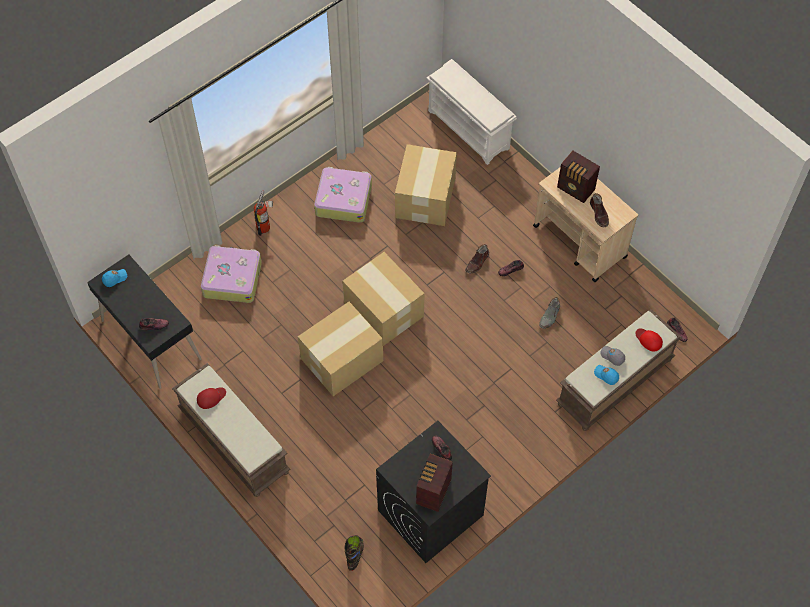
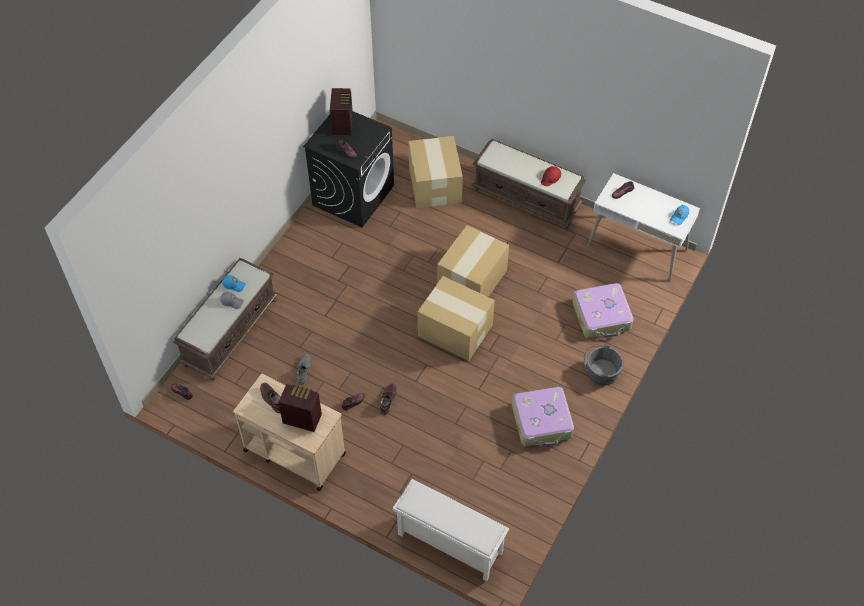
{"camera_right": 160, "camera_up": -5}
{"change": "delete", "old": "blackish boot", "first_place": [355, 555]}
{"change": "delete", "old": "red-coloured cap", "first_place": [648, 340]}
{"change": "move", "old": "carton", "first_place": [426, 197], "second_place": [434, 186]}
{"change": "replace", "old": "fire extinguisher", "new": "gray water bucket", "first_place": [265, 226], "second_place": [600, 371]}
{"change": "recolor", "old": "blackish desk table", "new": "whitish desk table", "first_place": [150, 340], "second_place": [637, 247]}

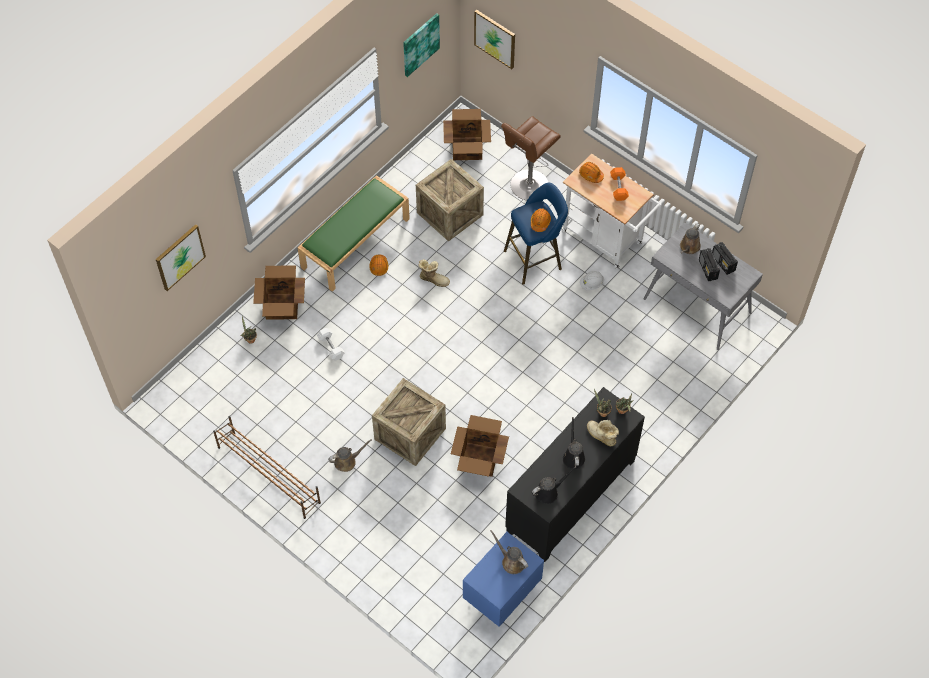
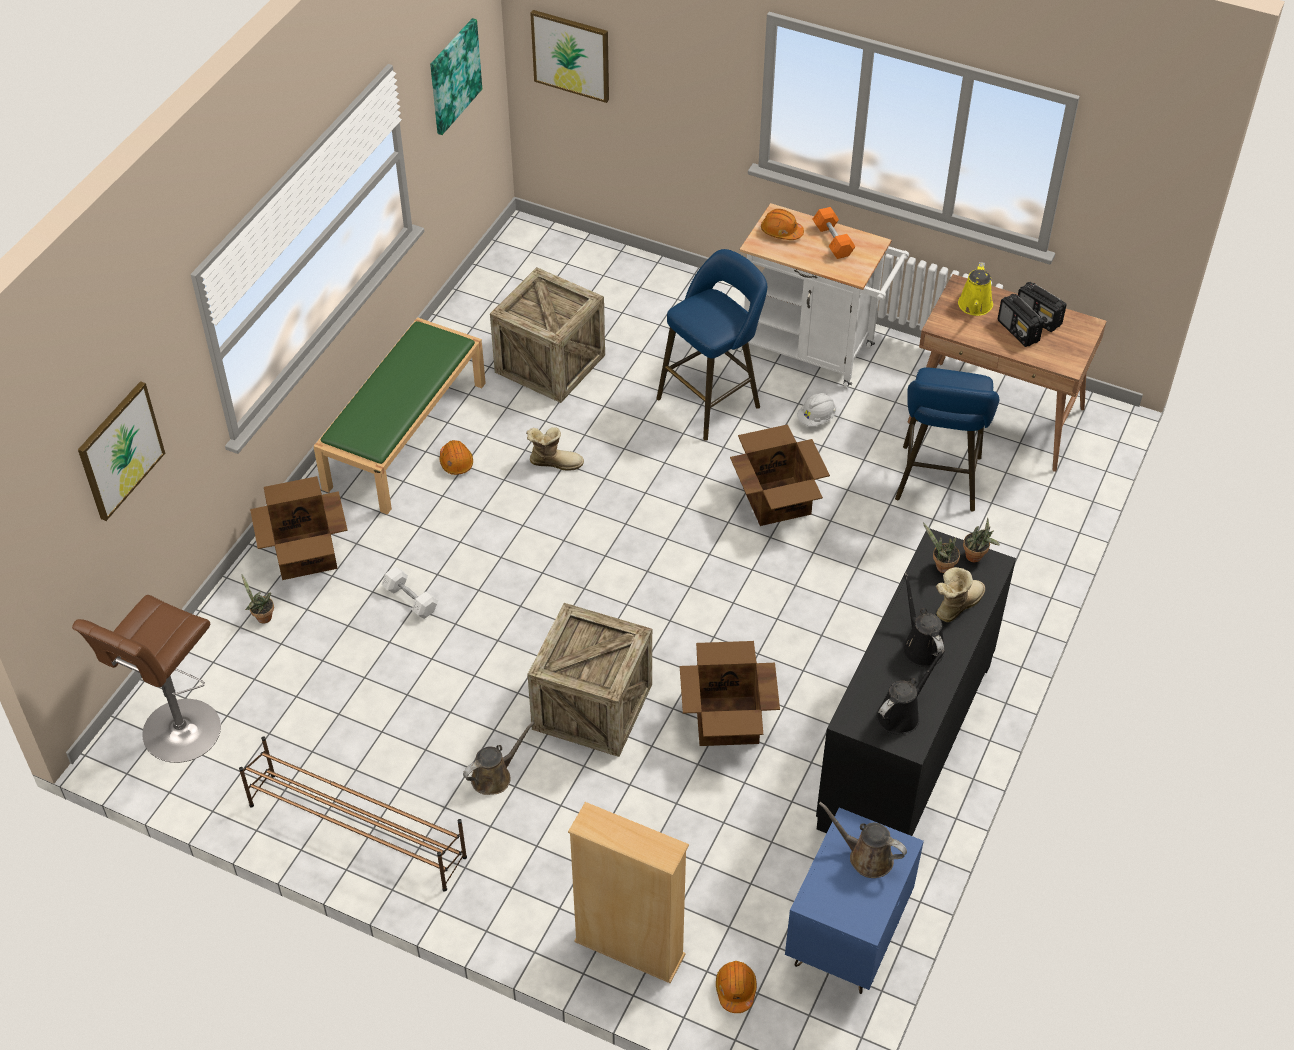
{"camera_right": -15, "camera_up": -10}
{"change": "insert", "new": "beige bookcase", "second_place": [629, 948]}
{"change": "insert", "new": "blue-coloured stool seat", "second_place": [937, 483]}
{"change": "move", "old": "carton", "first_place": [467, 148], "second_place": [777, 500]}
{"change": "move", "old": "brown-coloured stool seat", "first_place": [527, 187], "second_place": [178, 735]}
{"change": "move", "old": "orange-coloured safety helmet", "first_place": [540, 222], "second_place": [735, 989]}
{"change": "recolor", "old": "gray desk table", "new": "brown-coloured desk table", "first_place": [697, 306], "second_place": [997, 416]}
{"change": "recolor", "old": "brown-coloured watering pot", "new": "yellowish watering pot", "first_place": [689, 247], "second_place": [975, 306]}
{"change": "rotate", "old": "boot", "first_place": [601, 437], "second_place": [956, 605], "degrees": 105}

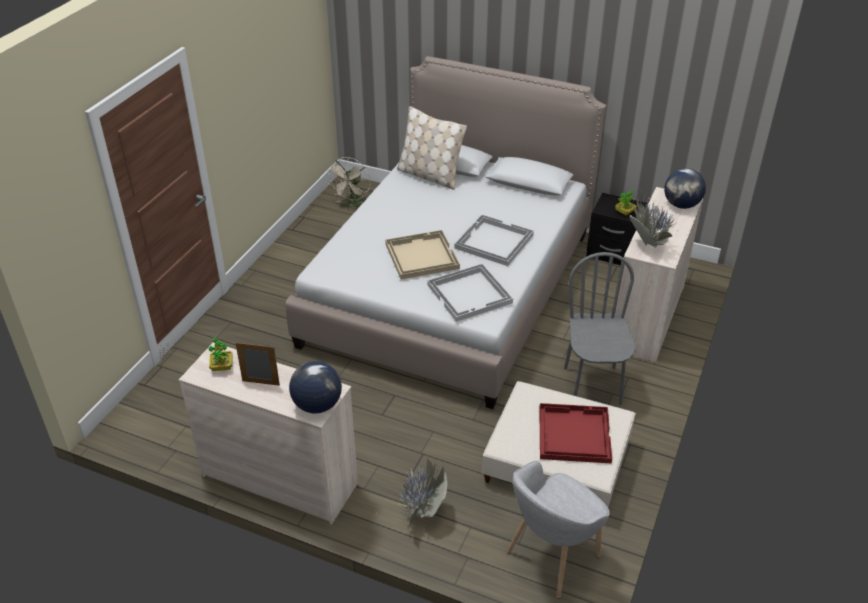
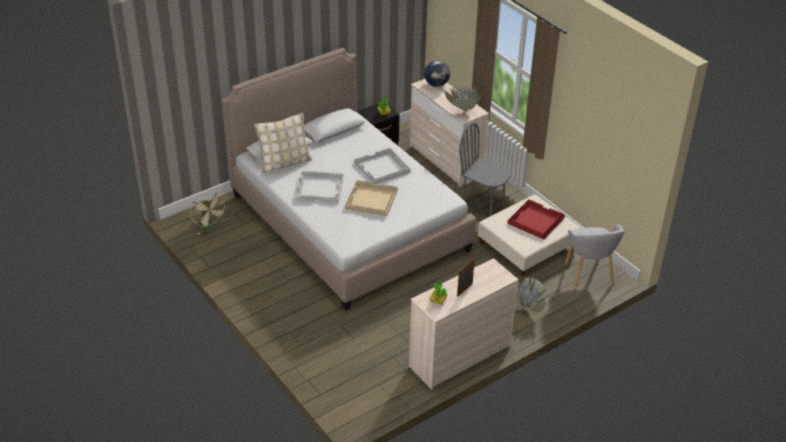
{"camera_right": -60, "camera_up": 0}
{"change": "delete", "old": "globe", "first_place": [317, 405]}
{"change": "move", "old": "whitish tray", "first_place": [470, 294], "second_place": [320, 188]}

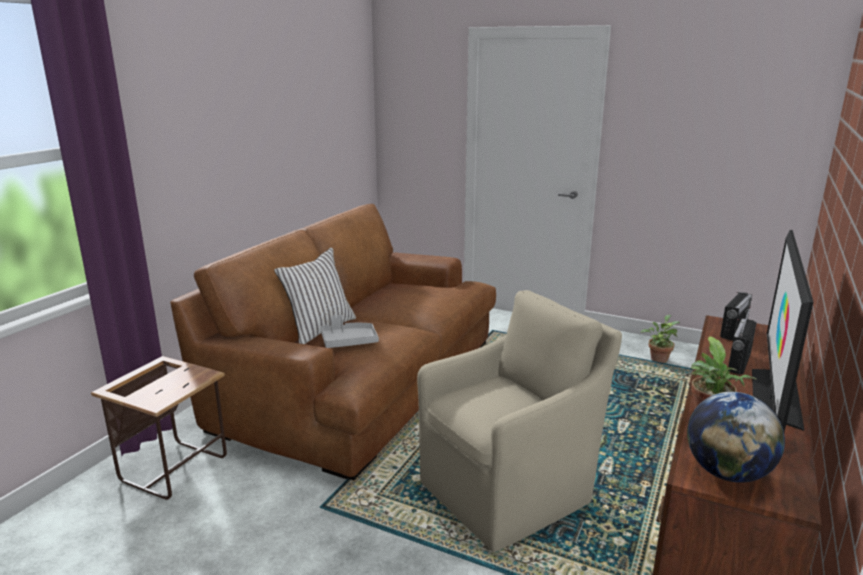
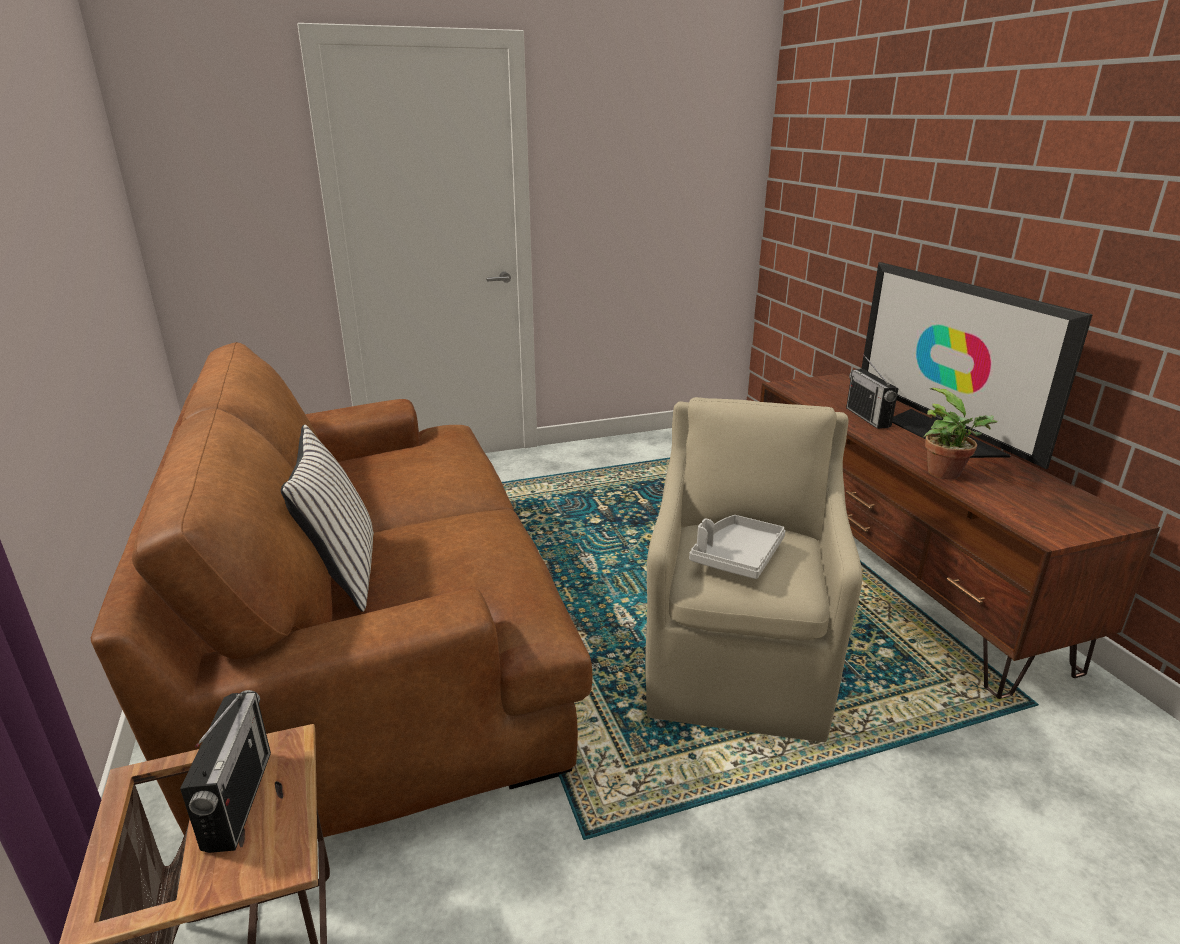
{"camera_right": -45, "camera_up": 5}
{"change": "delete", "old": "houseplant", "first_place": [658, 358]}
{"change": "delete", "old": "globe", "first_place": [727, 473]}
{"change": "move", "old": "gray tray", "first_place": [349, 341], "second_place": [736, 557]}
{"change": "move", "old": "radio set", "first_place": [733, 331], "second_place": [238, 799]}

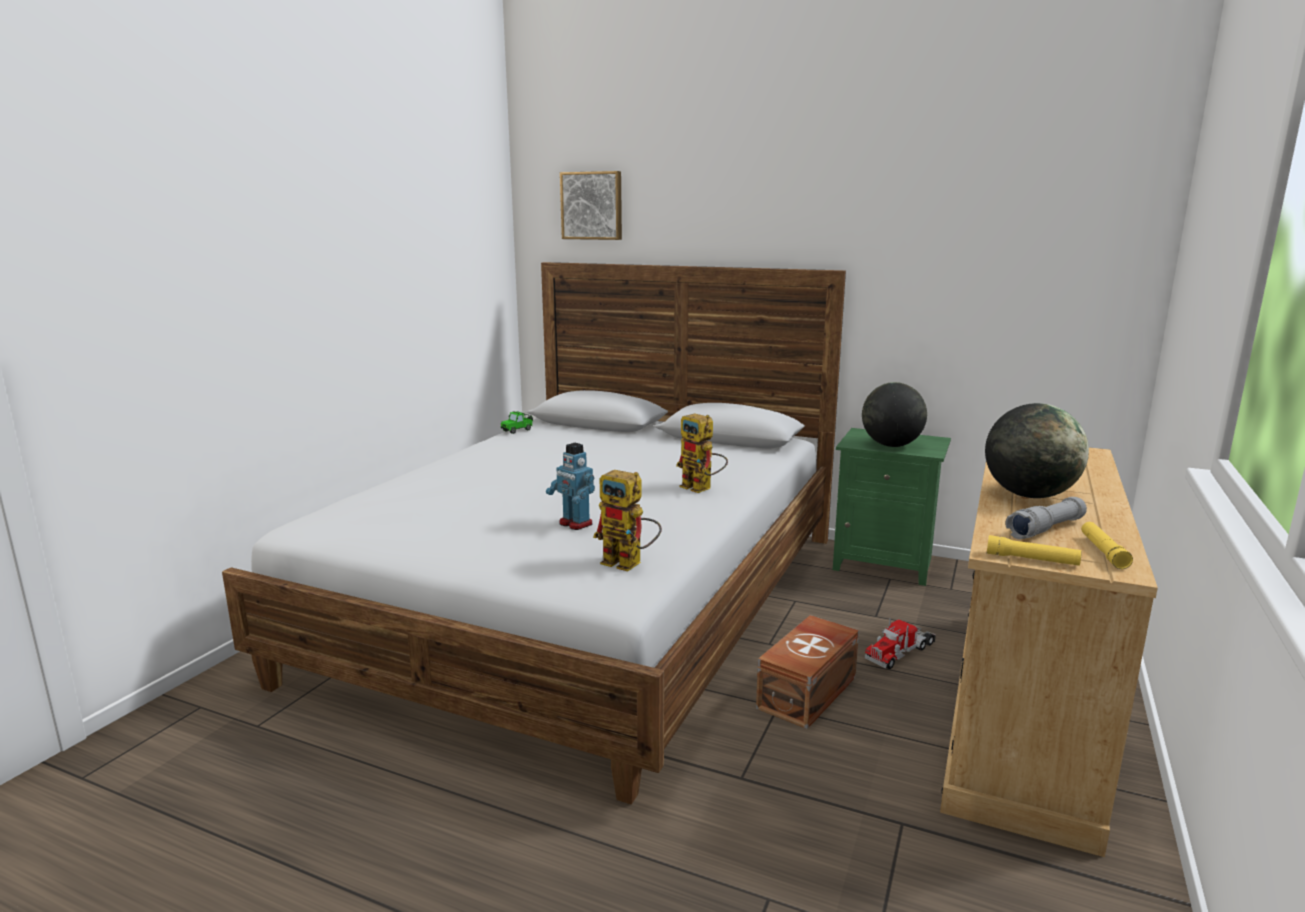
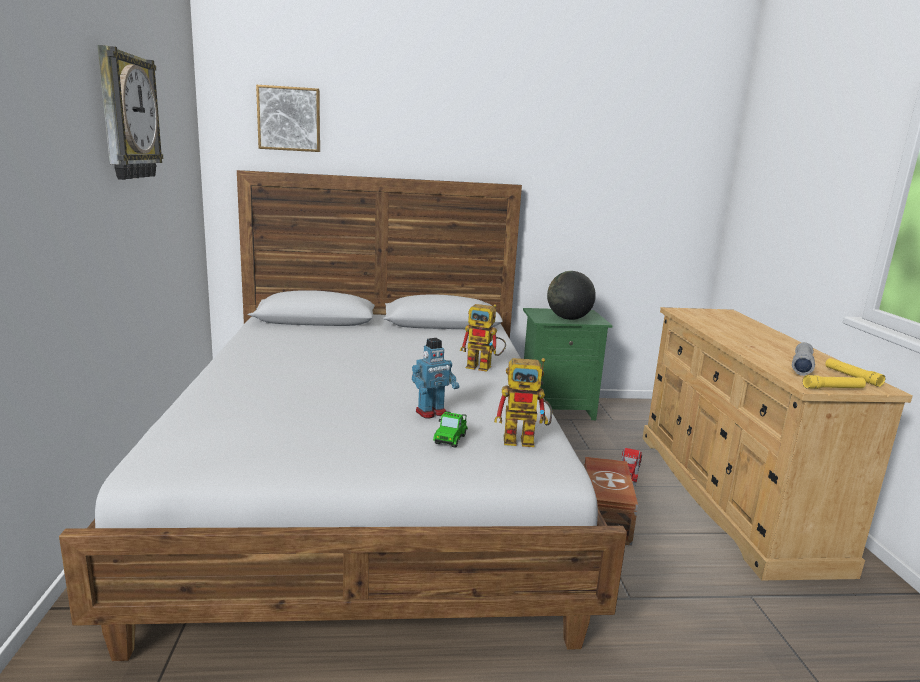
{"camera_right": -30, "camera_up": 0}
{"change": "delete", "old": "globe", "first_place": [1028, 495]}
{"change": "insert", "new": "clock on the wall", "second_place": [127, 117]}
{"change": "move", "old": "model car", "first_place": [518, 430], "second_place": [451, 439]}
{"change": "rotate", "old": "model robot", "first_place": [575, 524], "second_place": [431, 413], "degrees": -45}

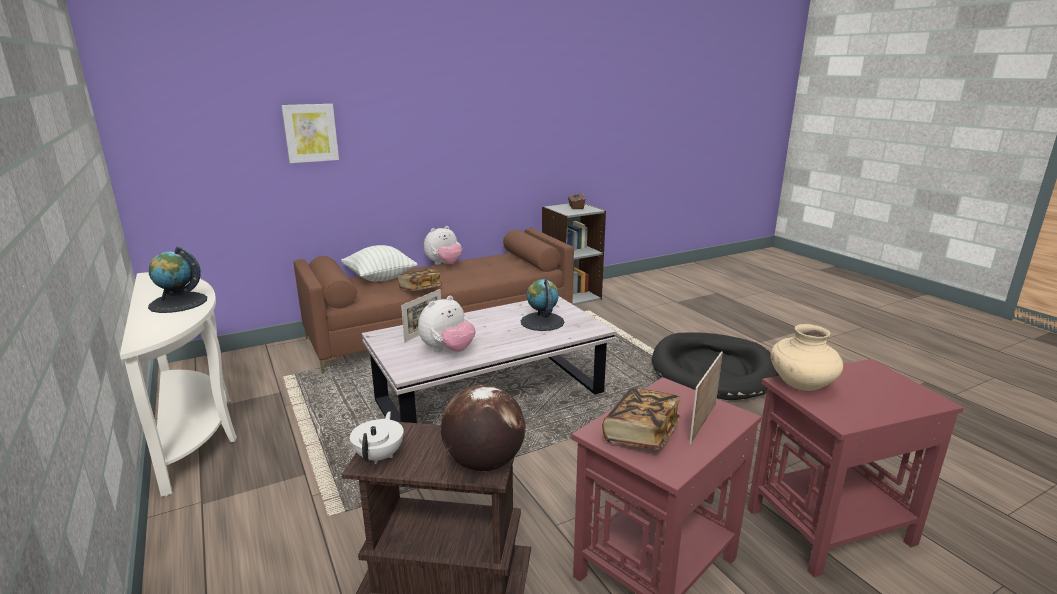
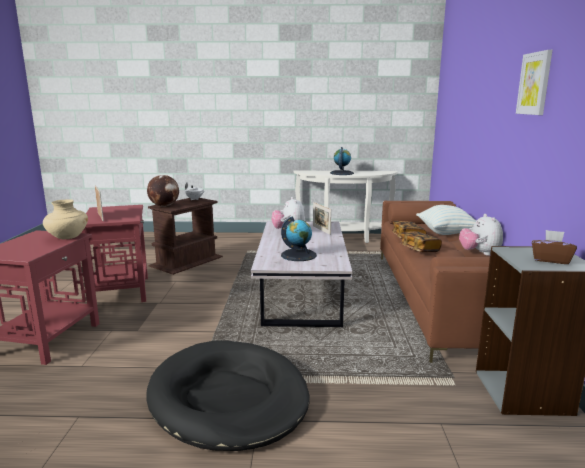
{"camera_right": 120, "camera_up": -5}
{"change": "move", "old": "wall picture", "first_place": [310, 133], "second_place": [534, 83]}
{"change": "move", "old": "bound book", "first_place": [641, 433], "second_place": [419, 249]}

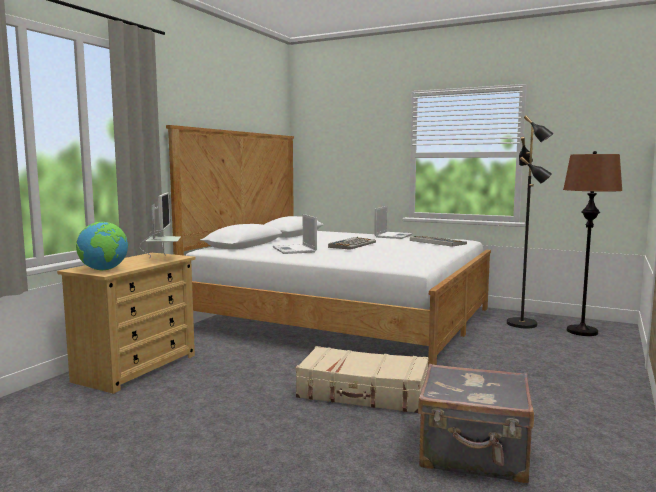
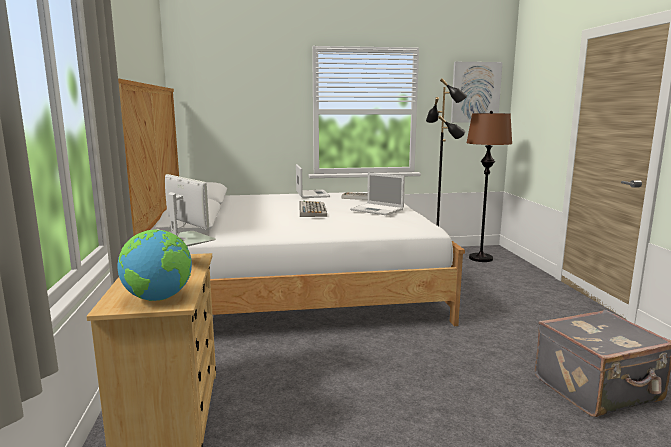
{"camera_right": -35, "camera_up": 5}
{"change": "delete", "old": "beige travel case", "first_place": [363, 393]}
{"change": "insert", "new": "wall picture", "second_place": [475, 92]}
{"change": "move", "old": "portable computer", "first_place": [295, 250], "second_place": [378, 210]}

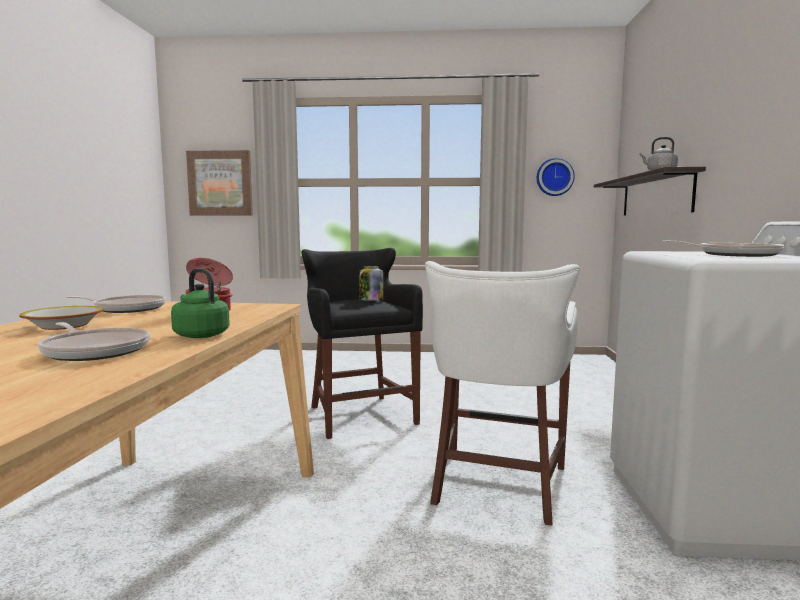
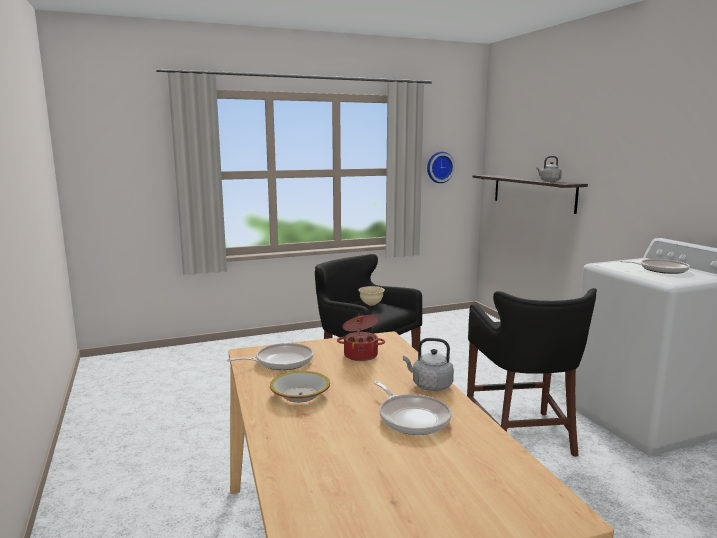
{"camera_right": -25, "camera_up": 5}
{"change": "delete", "old": "wall picture", "first_place": [220, 183]}
{"change": "replace", "old": "preserve jar", "new": "beige bowl", "first_place": [370, 300], "second_place": [371, 304]}
{"change": "recolor", "old": "green-coloured tea kettle", "new": "gray tea kettle", "first_place": [200, 335], "second_place": [430, 385]}
{"change": "recolor", "old": "whitish stool seat", "new": "blackish stool seat", "first_place": [497, 486], "second_place": [522, 437]}
{"change": "rotate", "old": "pan", "first_place": [95, 351], "second_place": [412, 418], "degrees": 45}

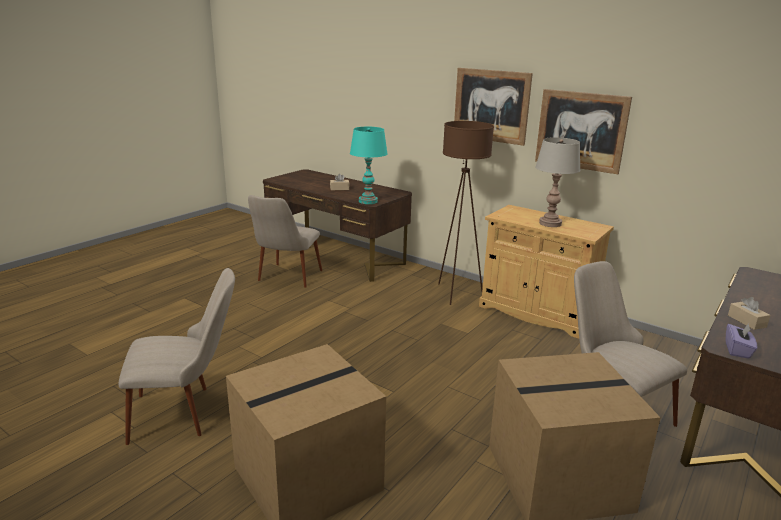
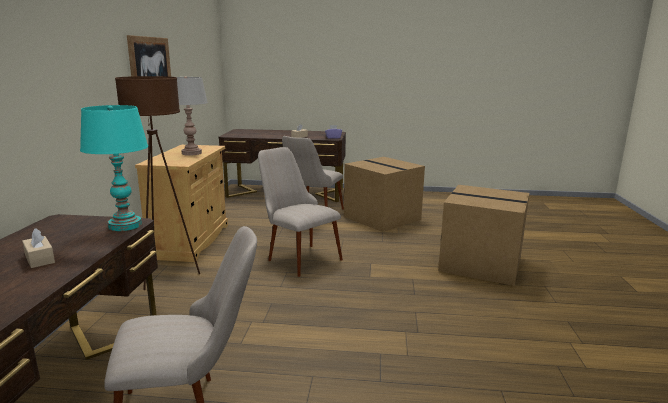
{"camera_right": -120, "camera_up": -5}
{"change": "delete", "old": "wall picture", "first_place": [491, 105]}
{"change": "move", "old": "beige upright chair", "first_place": [187, 412], "second_place": [297, 256]}

